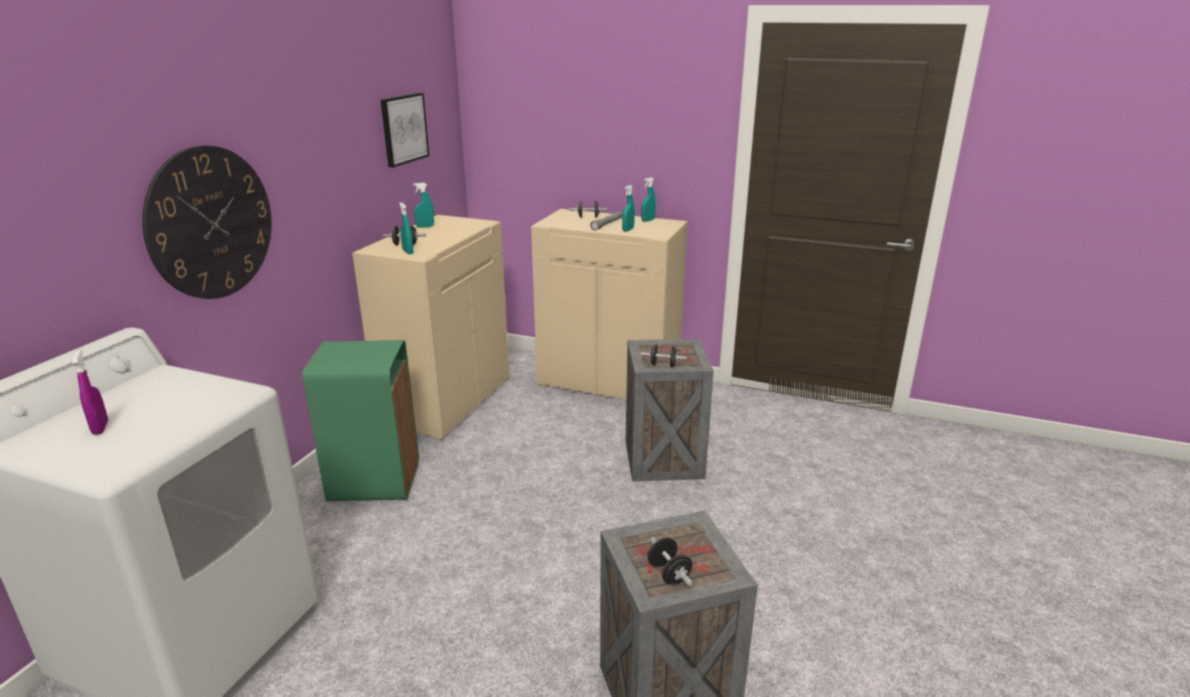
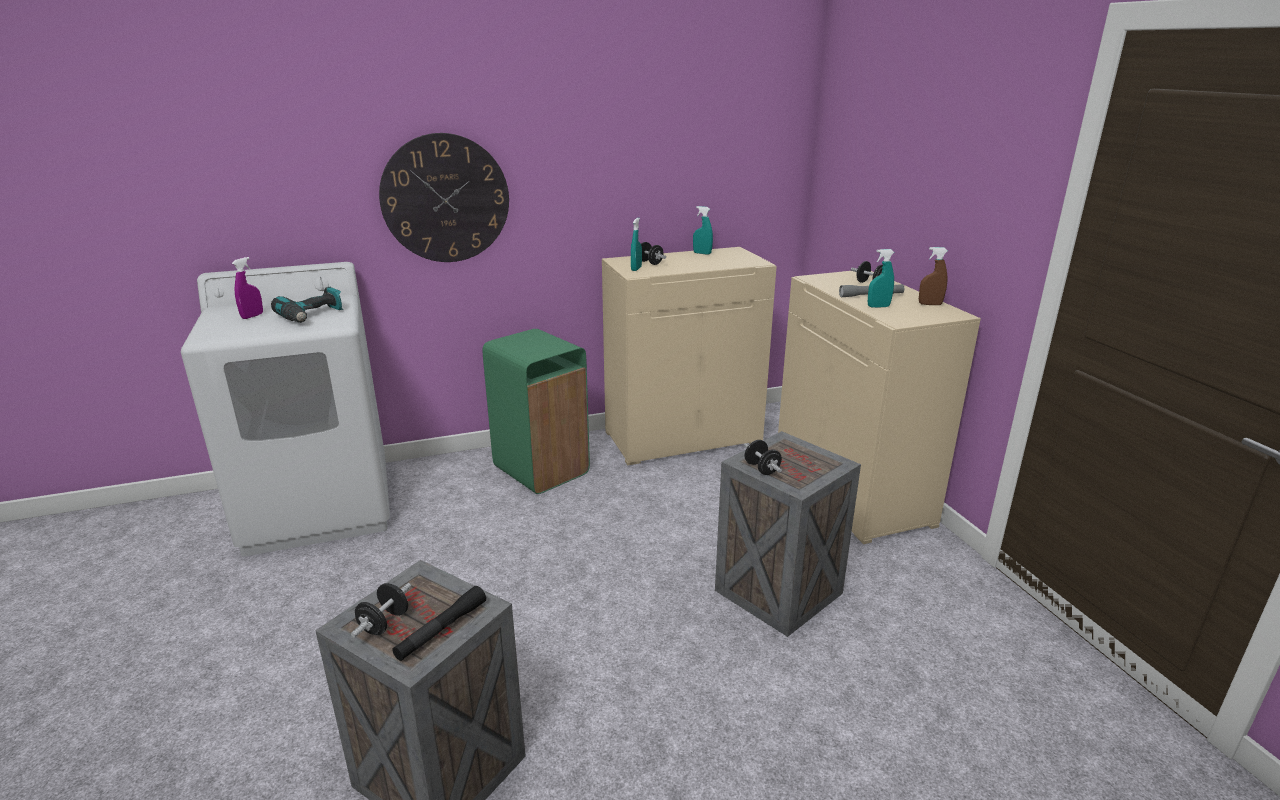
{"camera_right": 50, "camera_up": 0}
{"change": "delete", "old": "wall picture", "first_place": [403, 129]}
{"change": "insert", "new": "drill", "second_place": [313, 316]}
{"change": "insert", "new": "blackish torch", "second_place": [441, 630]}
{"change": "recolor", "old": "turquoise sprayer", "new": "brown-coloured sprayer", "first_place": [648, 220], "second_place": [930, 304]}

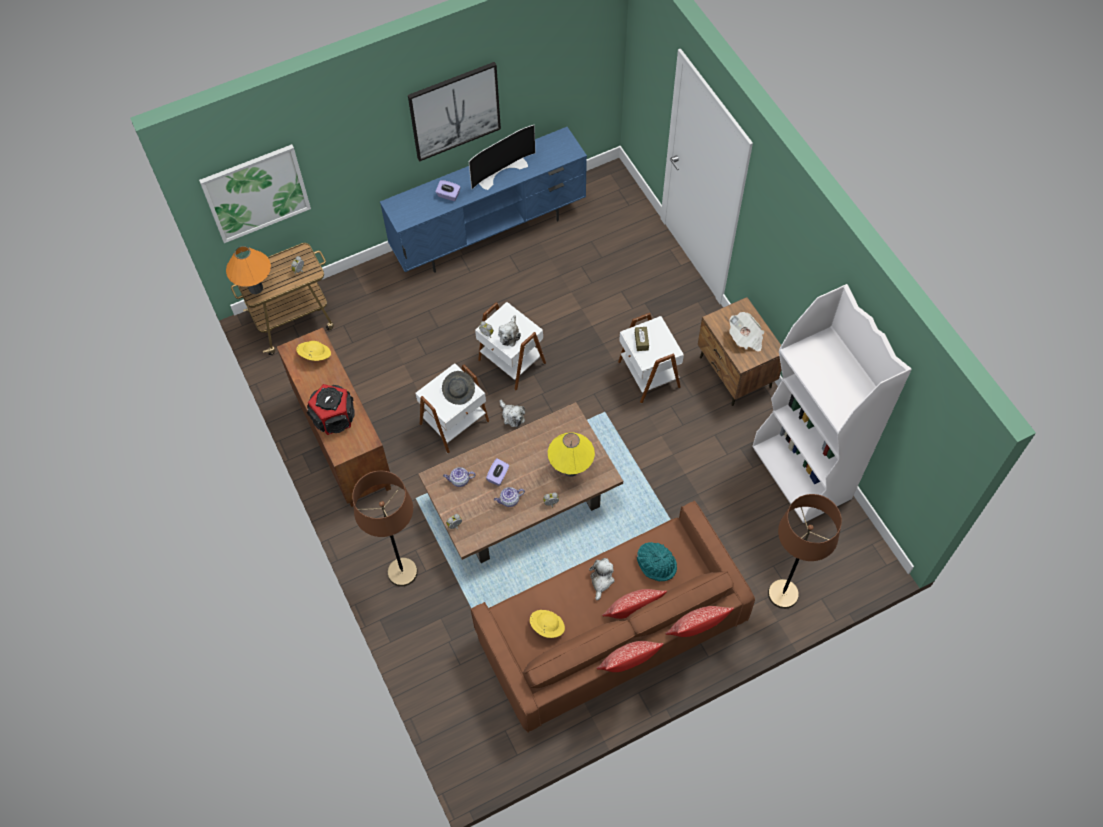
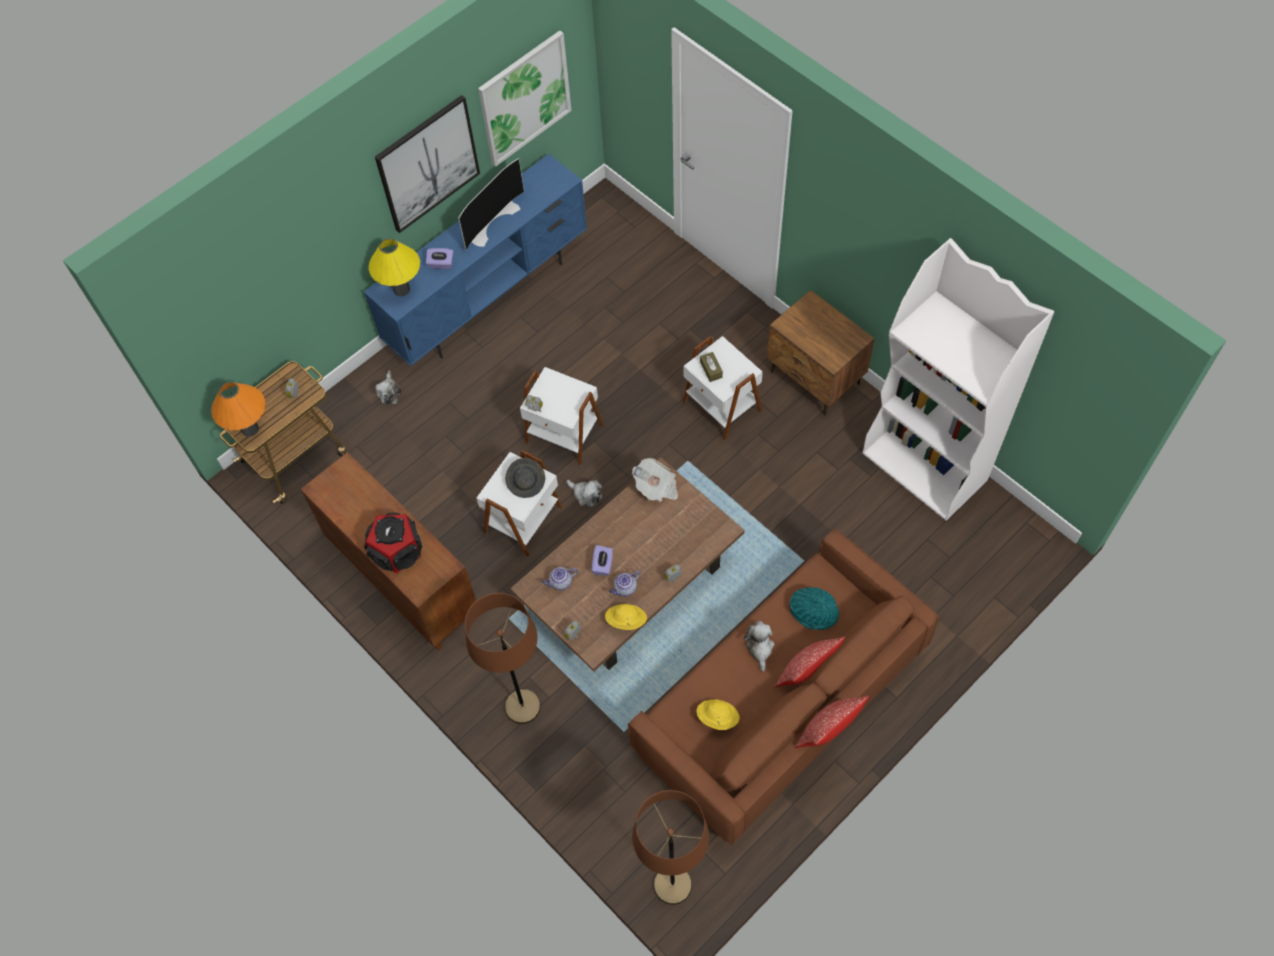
{"camera_right": -15, "camera_up": 0}
{"change": "delete", "old": "throw pillow", "first_place": [696, 629]}
{"change": "move", "old": "wall picture", "first_place": [256, 193], "second_place": [525, 98]}
{"change": "move", "old": "yellowish hat", "first_place": [314, 355], "second_place": [626, 621]}
{"change": "move", "old": "plush toy", "first_place": [509, 334], "second_place": [389, 392]}
{"change": "move", "old": "yellowish table lamp", "first_place": [571, 469], "second_place": [401, 289]}
{"change": "move", "old": "newspaper", "first_place": [745, 338], "second_place": [656, 487]}
{"change": "move", "old": "brown-coloured floor lamp", "first_place": [783, 594], "second_place": [672, 885]}

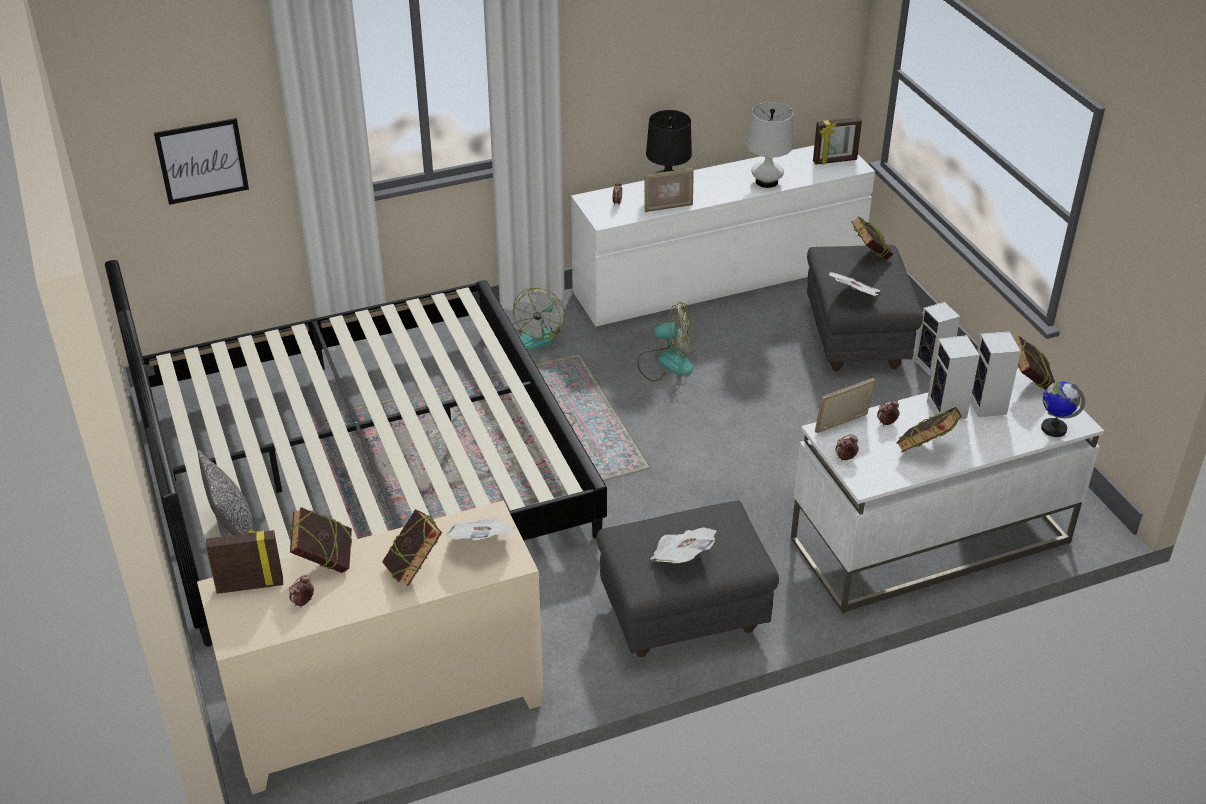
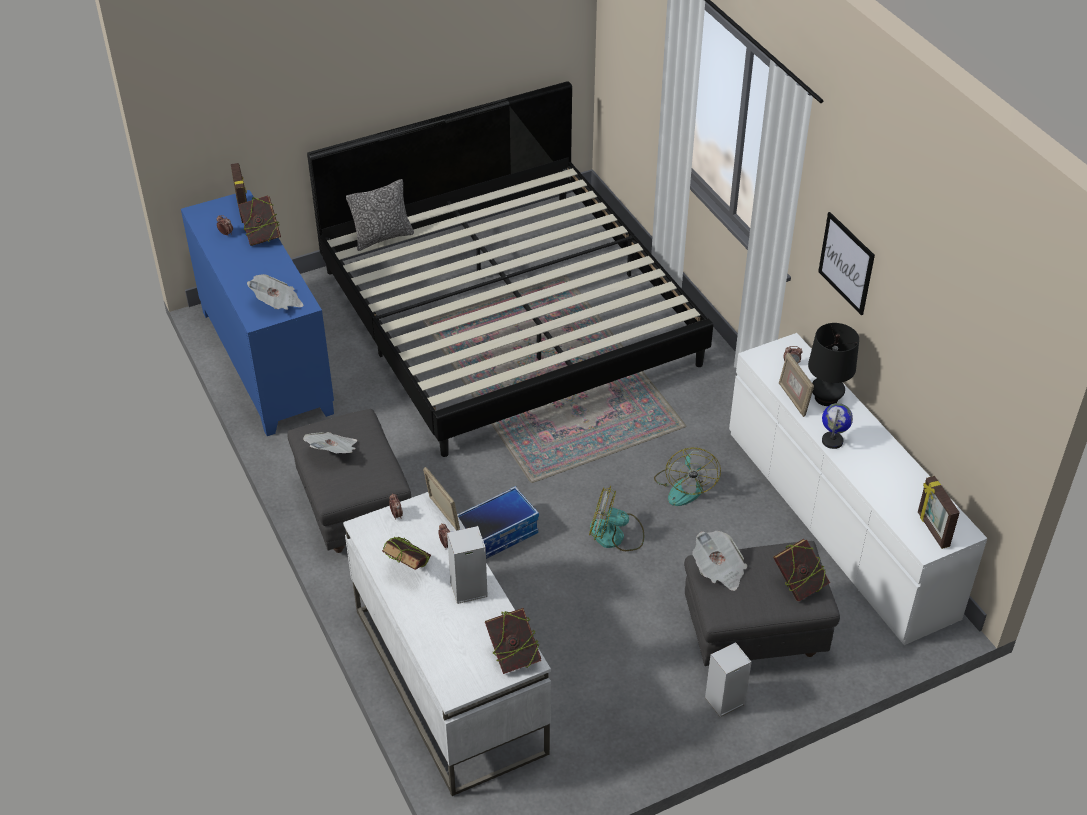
{"camera_right": 85, "camera_up": 5}
{"change": "delete", "old": "bound book", "first_place": [414, 569]}
{"change": "delete", "old": "whitish table lamp", "first_place": [766, 182]}
{"change": "delete", "old": "loudspeaker", "first_place": [988, 406]}
{"change": "insert", "new": "storage container", "second_place": [496, 535]}
{"change": "move", "old": "wall picture", "first_place": [202, 161], "second_place": [846, 263]}
{"change": "move", "old": "fan", "first_place": [538, 335], "second_place": [615, 536]}
{"change": "move", "old": "globe", "first_place": [1053, 428], "second_place": [832, 441]}
{"change": "recolor", "old": "beige storage cabinet", "new": "blue-coloured storage cabinet", "first_place": [387, 712], "second_place": [265, 361]}

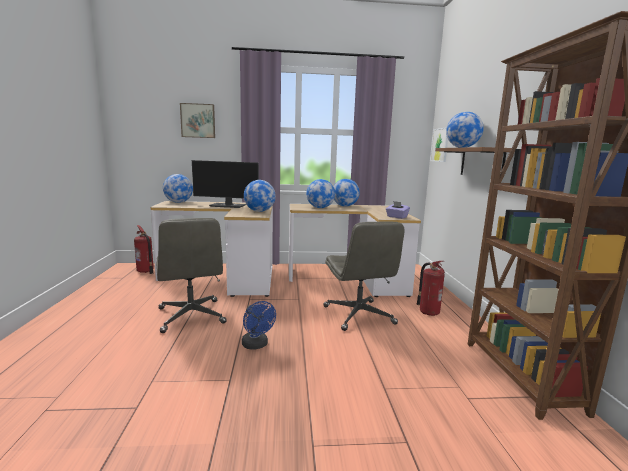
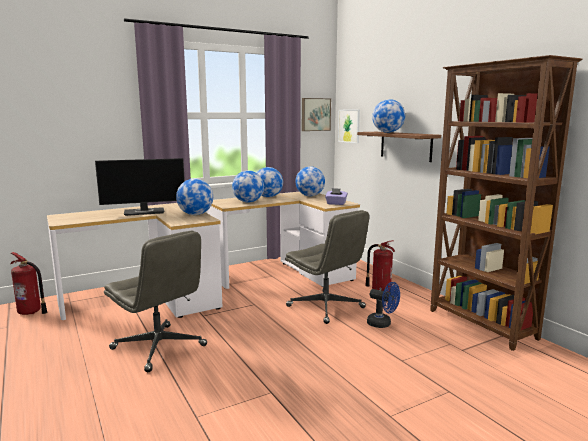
{"camera_right": -25, "camera_up": 0}
{"change": "move", "old": "globe", "first_place": [178, 202], "second_place": [310, 196]}
{"change": "move", "old": "wall picture", "first_place": [198, 121], "second_place": [315, 114]}
{"change": "move", "old": "blue-coloured fan", "first_place": [257, 345], "second_place": [383, 324]}

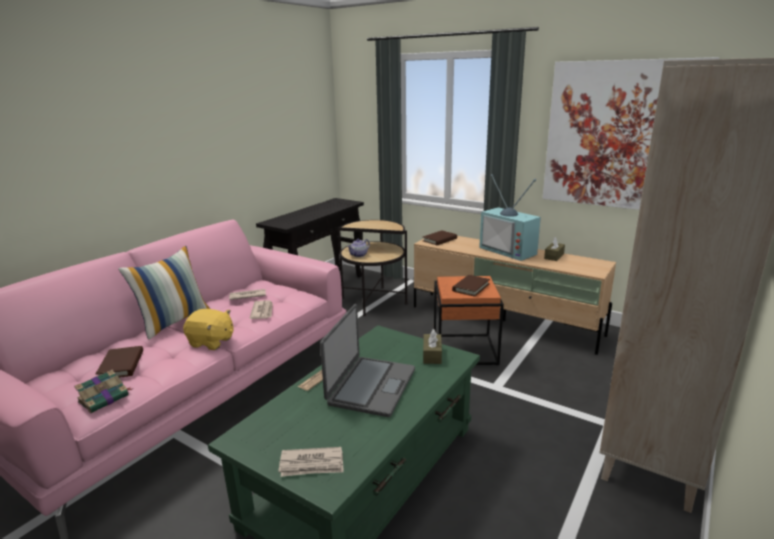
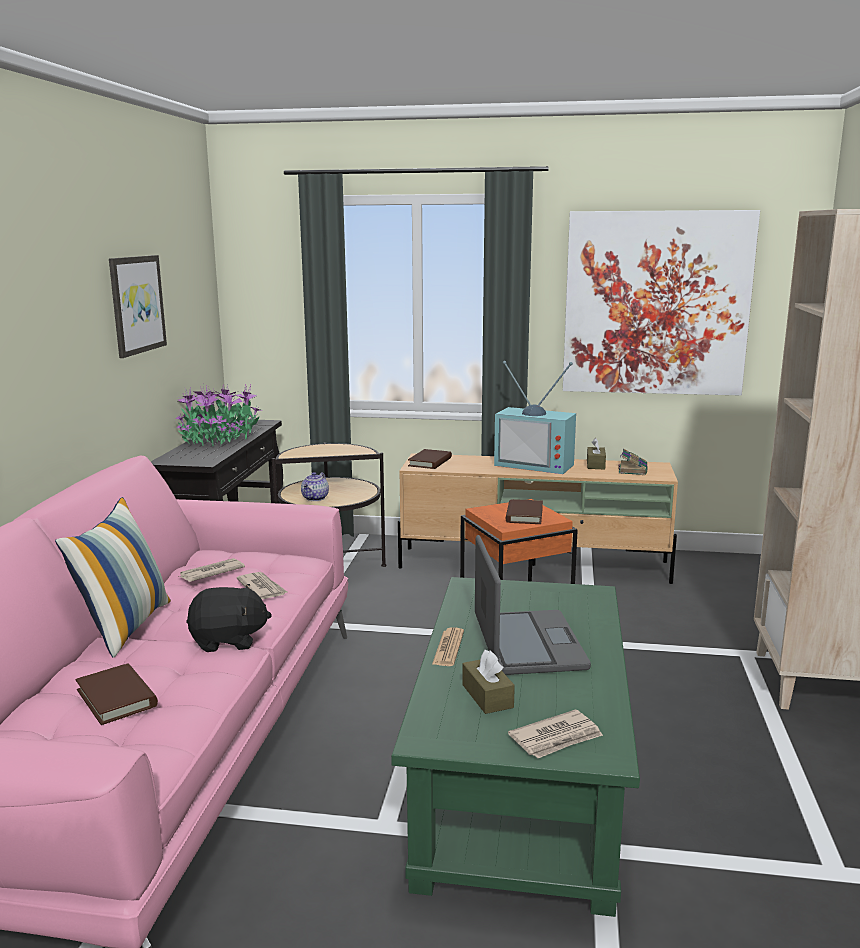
{"camera_right": -25, "camera_up": -5}
{"change": "insert", "new": "wall picture", "second_place": [136, 304]}
{"change": "insert", "new": "houseplant", "second_place": [219, 439]}
{"change": "move", "old": "bound book", "first_place": [105, 398], "second_place": [632, 470]}
{"change": "move", "old": "brown-coloured tissue holder", "first_place": [432, 355], "second_place": [487, 696]}
{"change": "recolor", "old": "yellowish plush toy", "new": "blackish plush toy", "first_place": [211, 342], "second_place": [228, 641]}

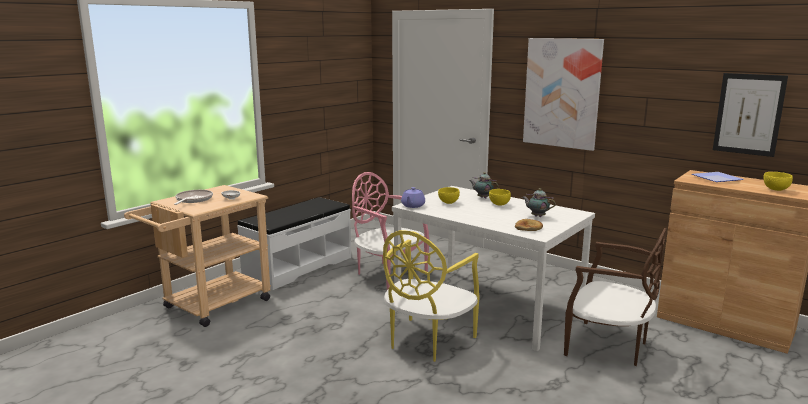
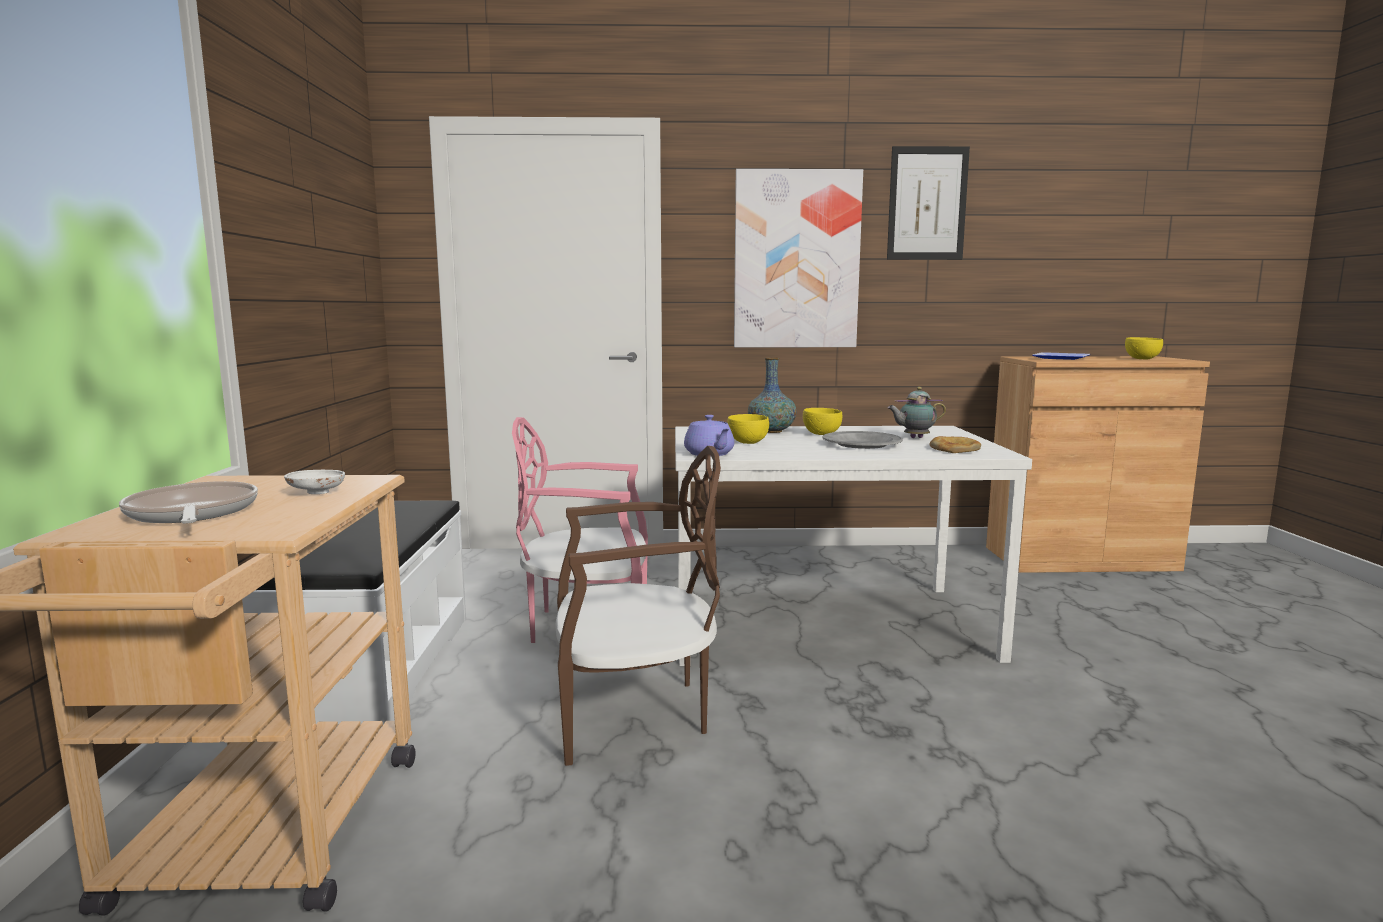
{"camera_right": -40, "camera_up": -5}
{"change": "delete", "old": "yellowish upright chair", "first_place": [427, 341]}
{"change": "insert", "new": "gray flat dish", "second_place": [862, 444]}
{"change": "move", "old": "brown-coloured upright chair", "first_place": [608, 346], "second_place": [634, 713]}
{"change": "move", "old": "wall picture", "first_place": [748, 114], "second_place": [927, 203]}
{"change": "replace", "old": "teapot", "new": "decorative vase", "first_place": [482, 197], "second_place": [771, 431]}

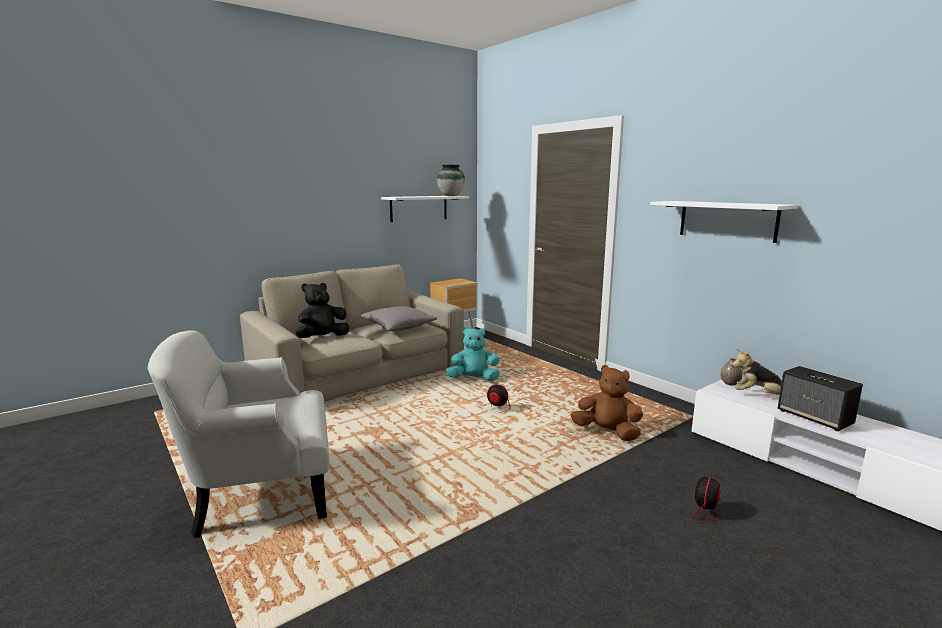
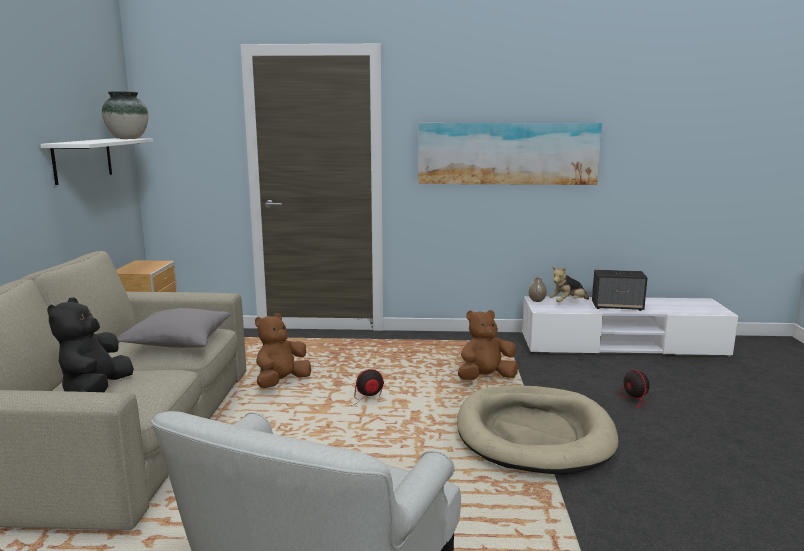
{"camera_right": -50, "camera_up": 0}
{"change": "insert", "new": "beige dog cushion", "second_place": [533, 434]}
{"change": "replace", "old": "whitish wall shelf", "new": "wall picture", "first_place": [727, 220], "second_place": [507, 153]}
{"change": "recolor", "old": "turquoise plush toy", "new": "brown-coloured plush toy", "first_place": [473, 379], "second_place": [281, 382]}

